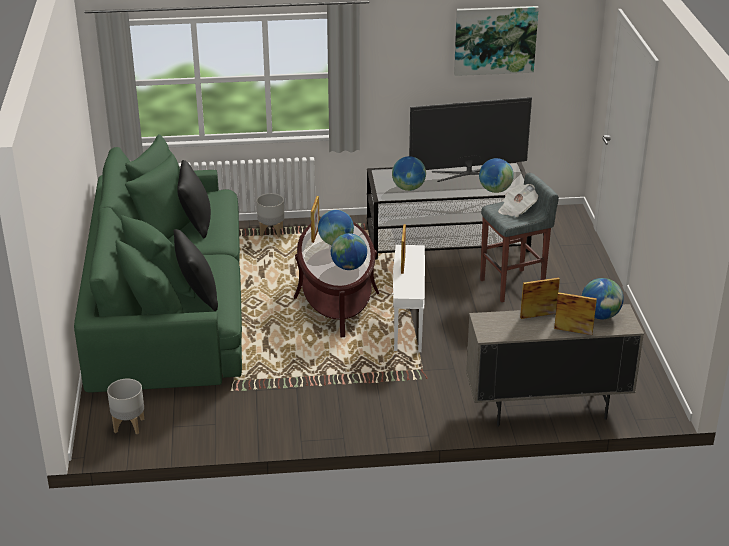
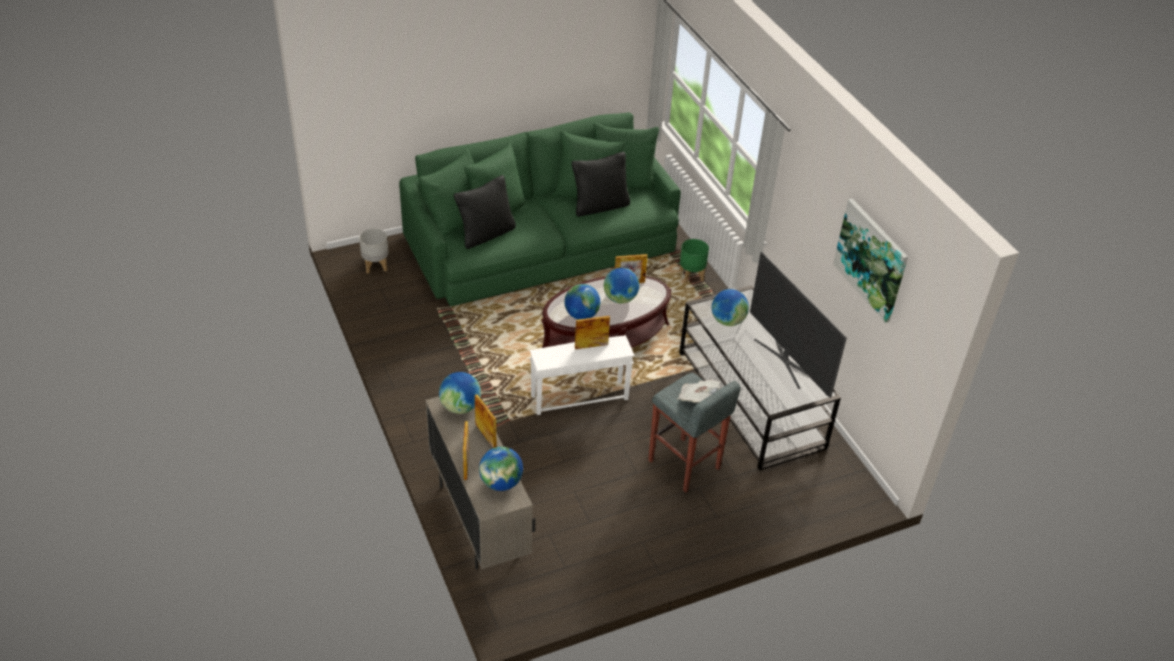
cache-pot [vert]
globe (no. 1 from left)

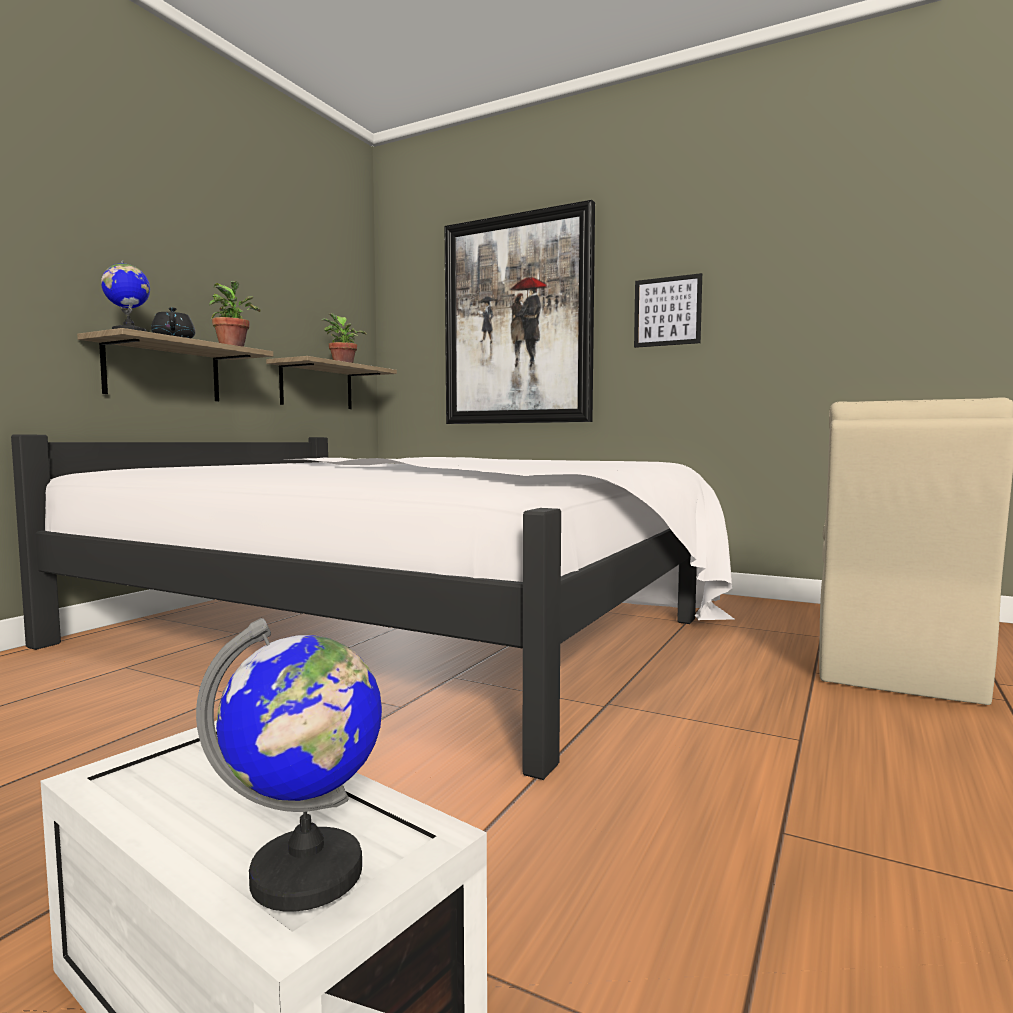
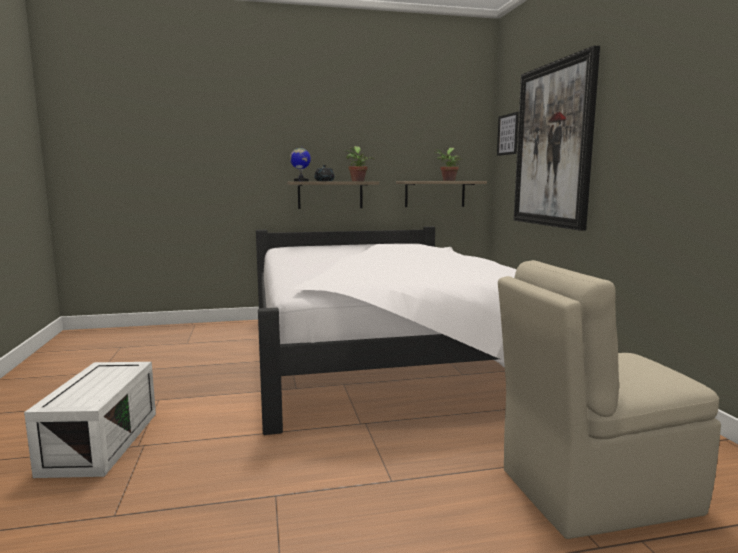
globe (no. 2 from left in the first image)
tableau (no. 1 from left)

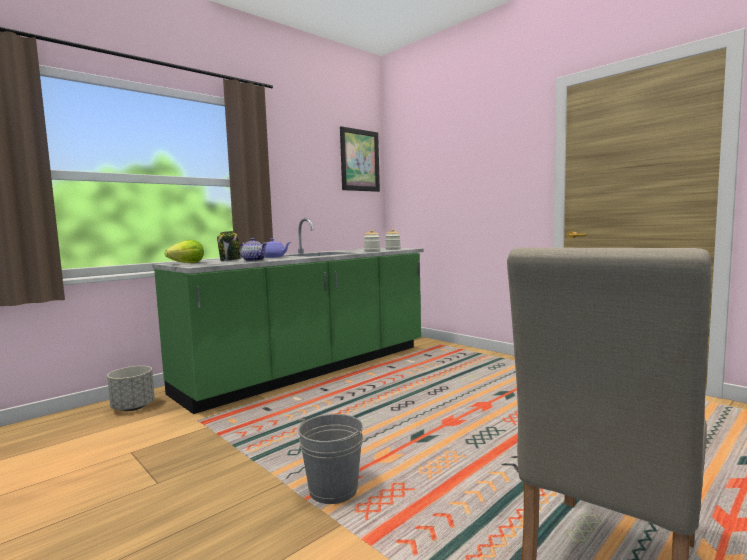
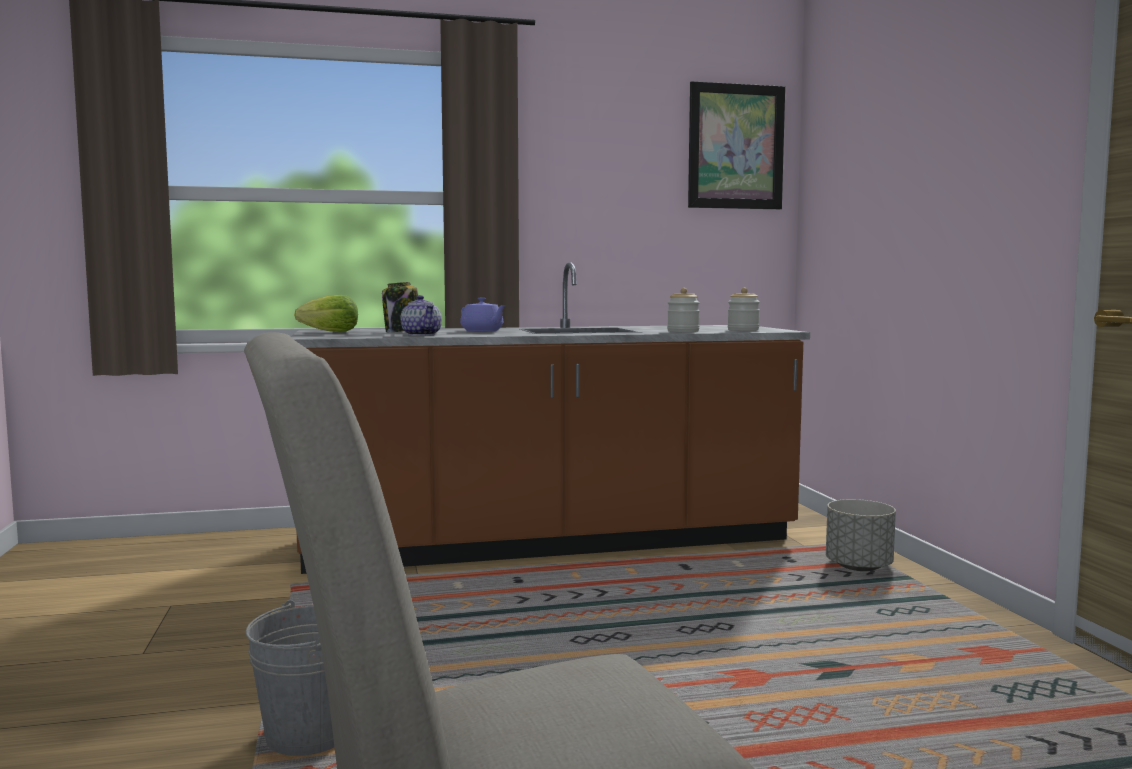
cache-pot [gris]
comptoir de cuisine [marron]

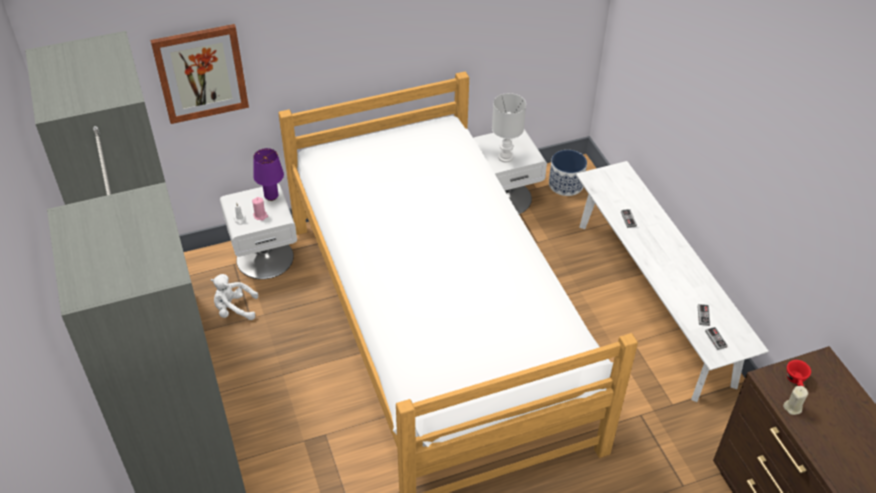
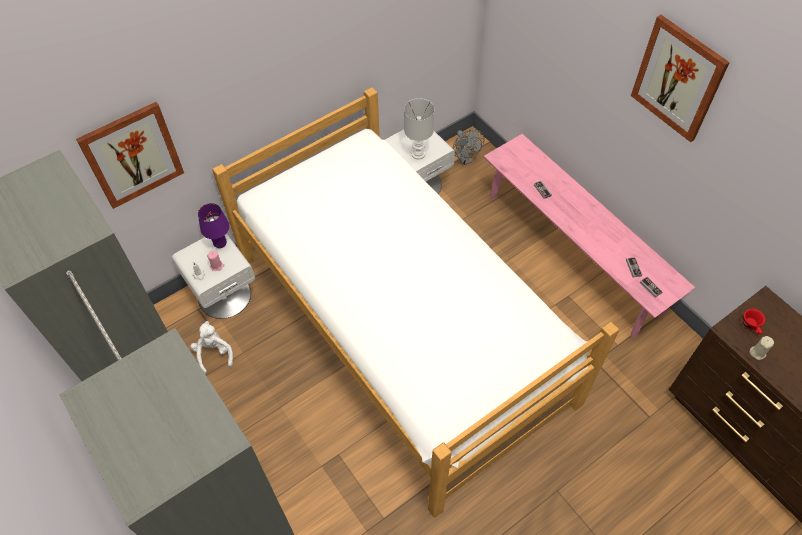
peluche [blanc]
ventilateur [gris]
banc [rose]
tableau (no. 2 from left)

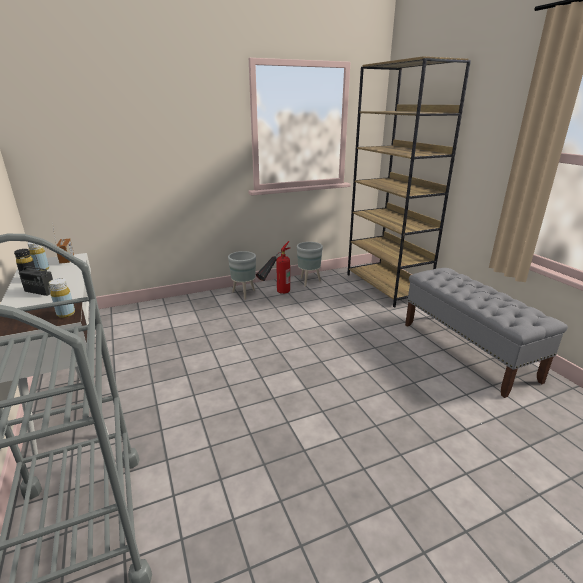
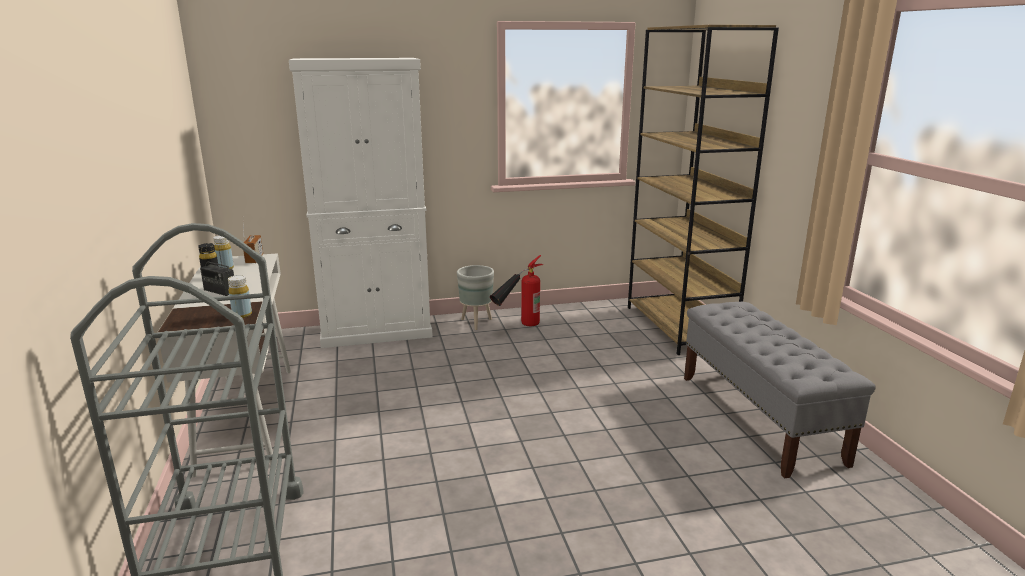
cache-pot [gris] (no. 2 from left in the first image)
meuble de rangement [blanc]

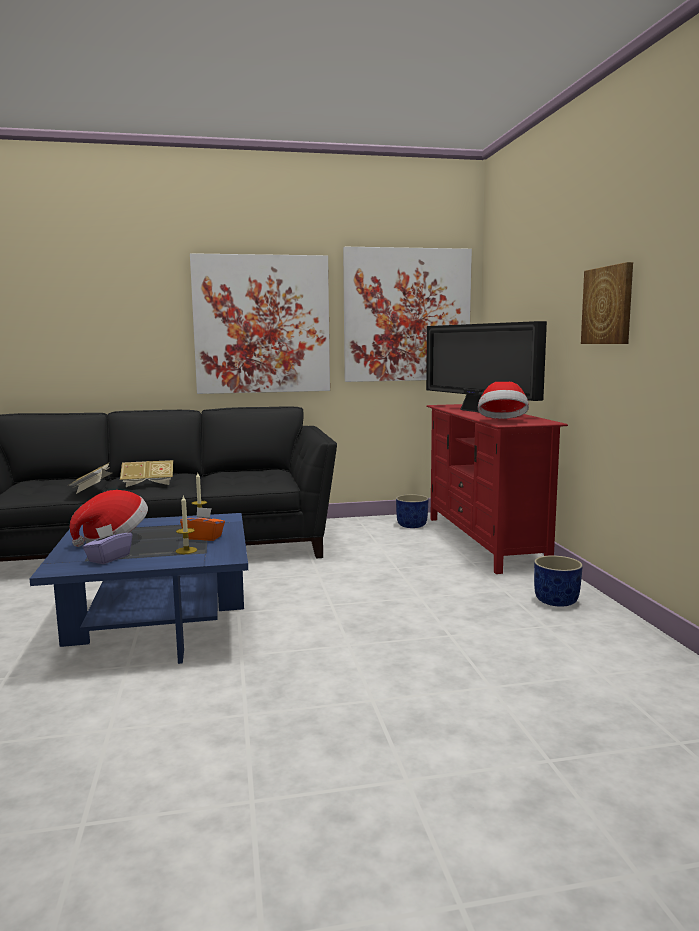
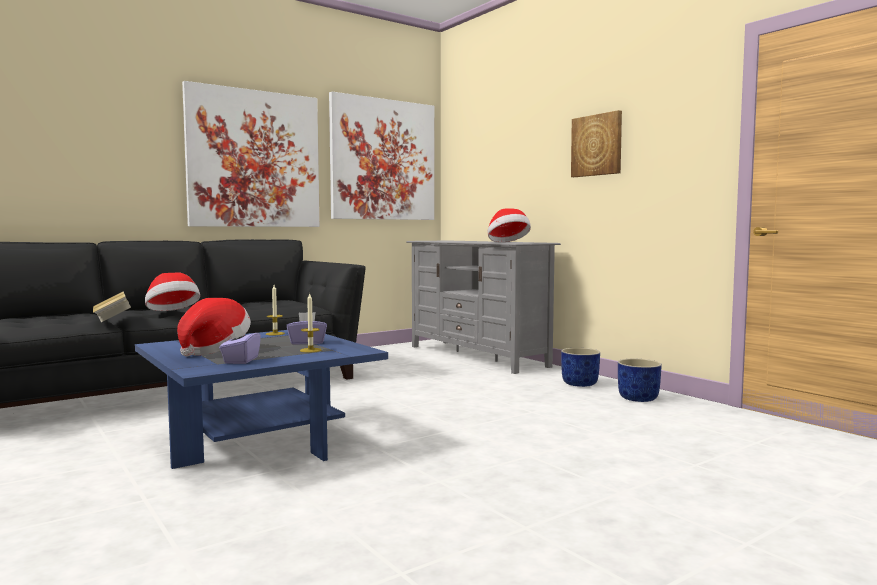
chapeau (no. 1 from left)
boîte à mouchoirs [violet] (no. 2 from left)
cache-pot [bleu] (no. 2 from left)
téléviseur
meuble télé [gris]

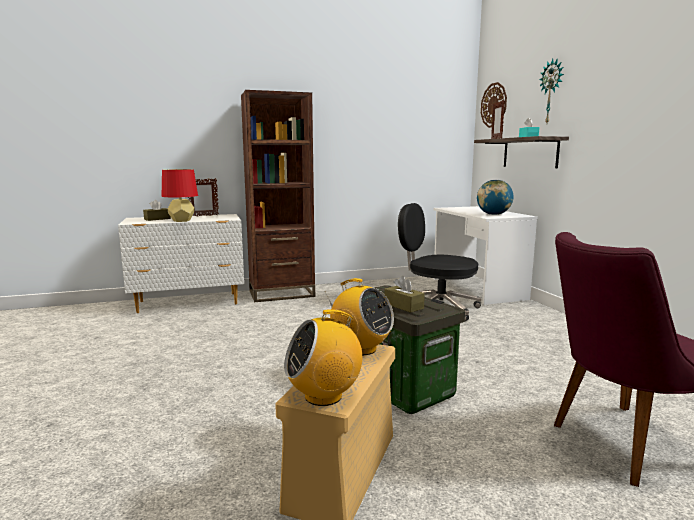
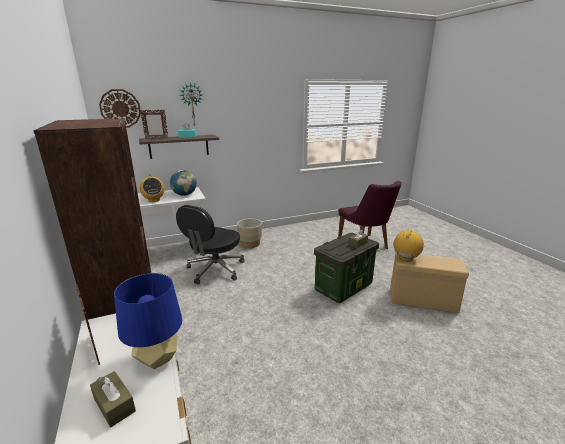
lampe de table [bleu]
radio (no. 1 from left)
cache-pot [beige]

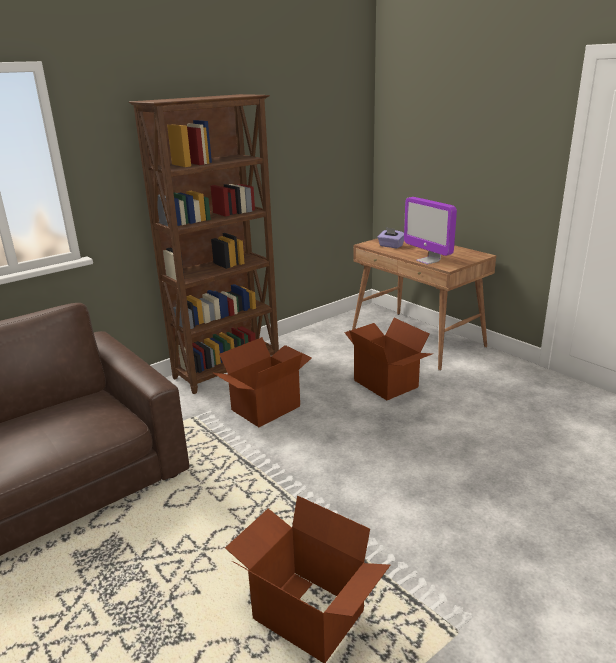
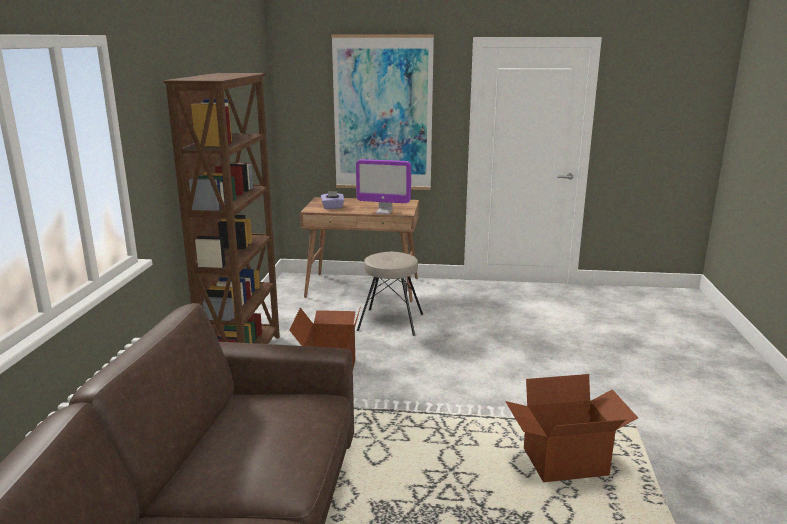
tabouret [beige]
tableau

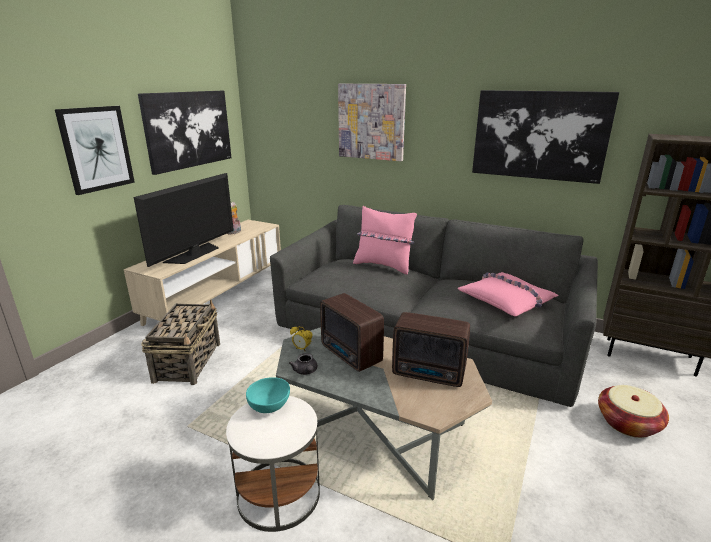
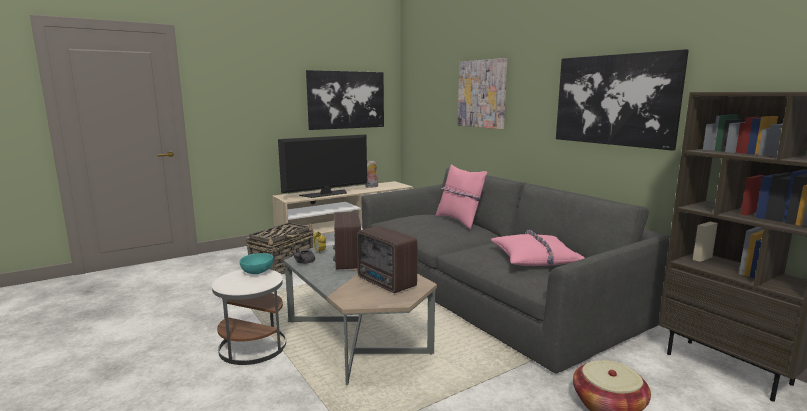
tableau (no. 1 from left in the first image)

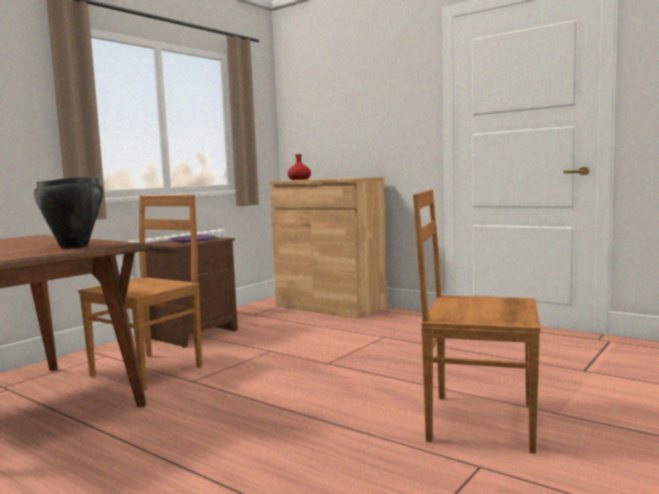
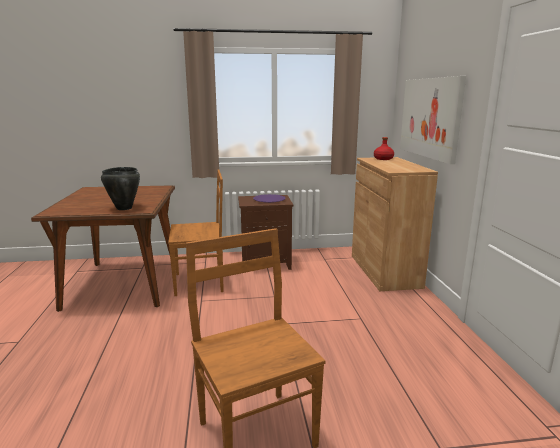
tableau

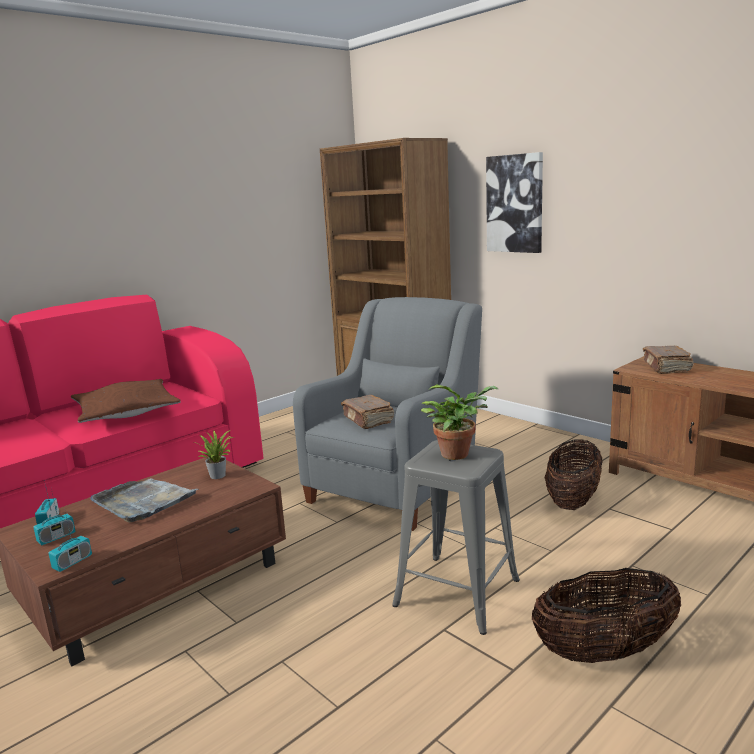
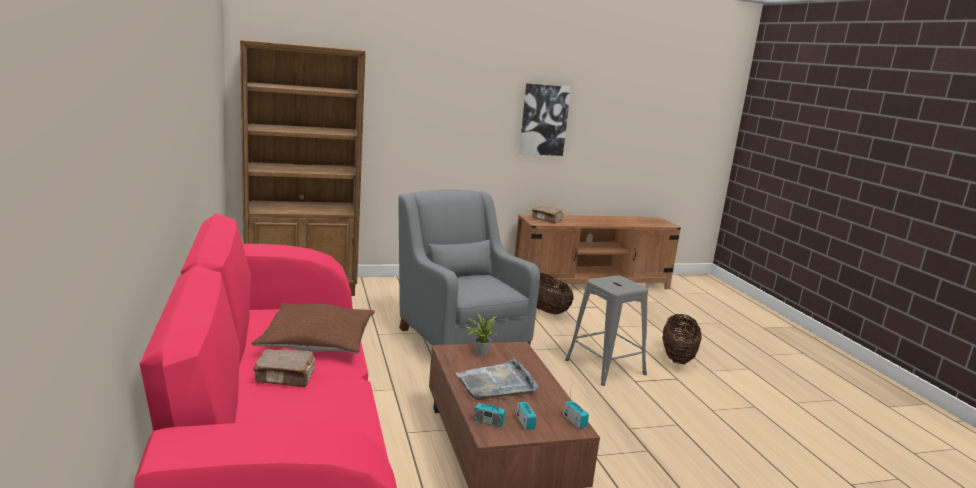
livre [marron] (no. 1 from left)
plante en pot (no. 2 from left in the first image)
tableau

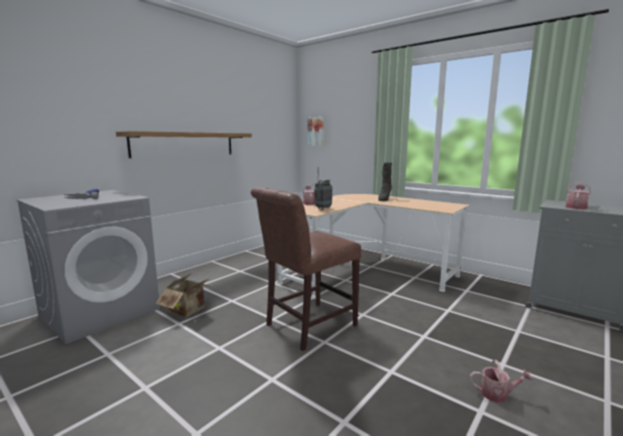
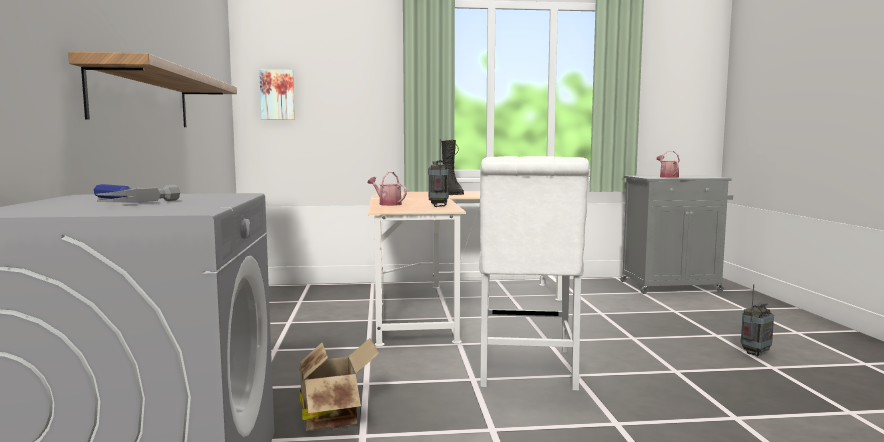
chaise [blanc]
radio (no. 2 from left)

